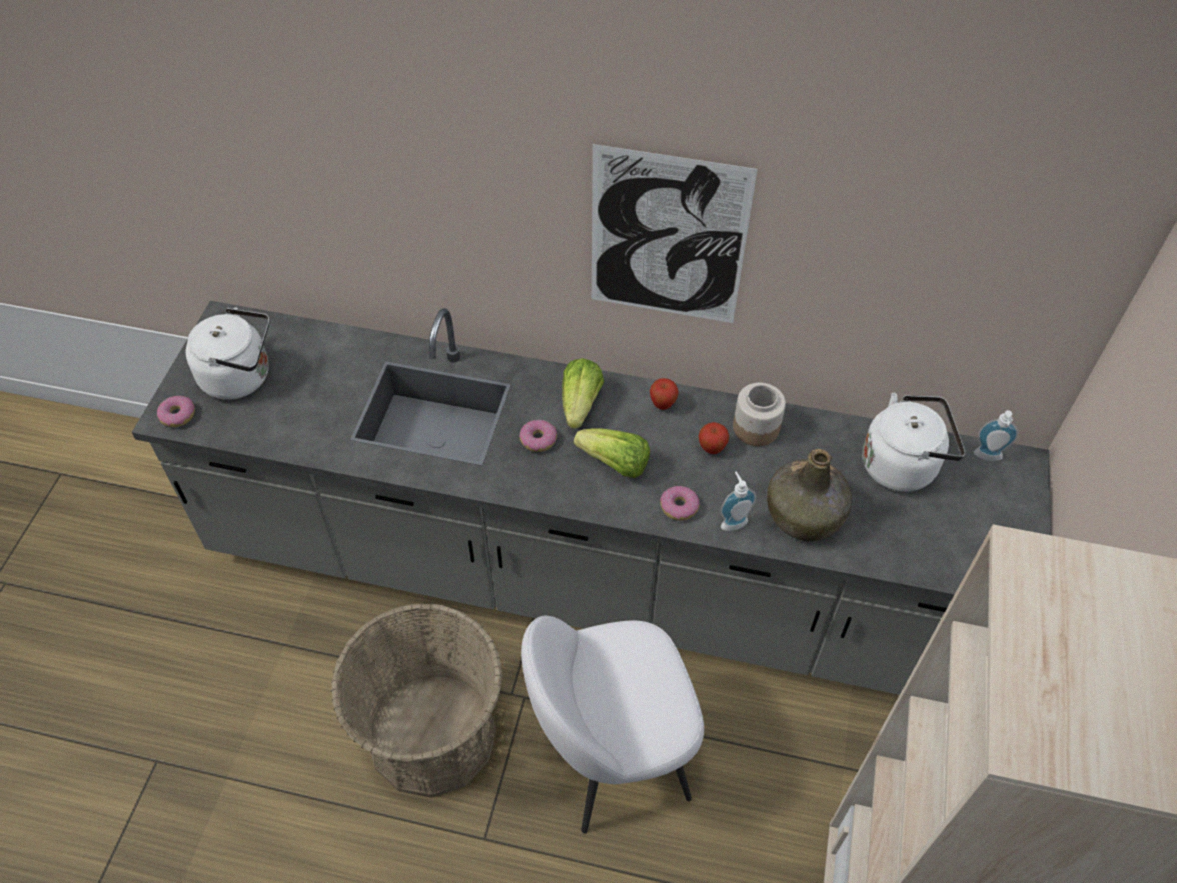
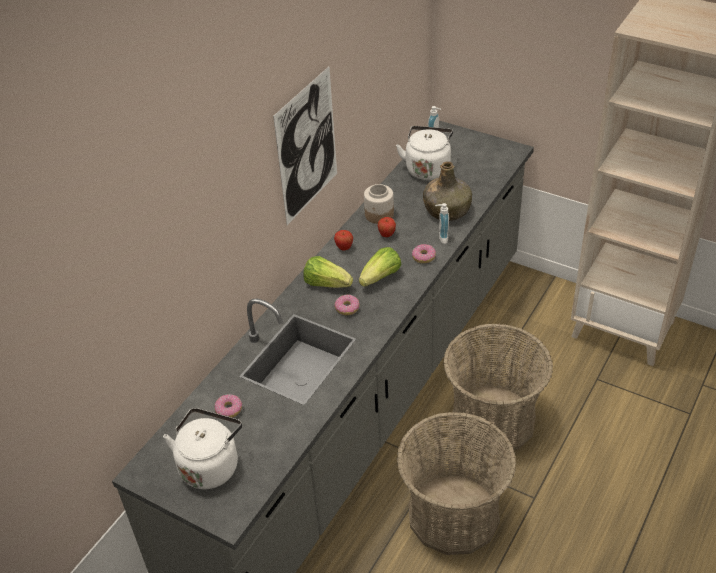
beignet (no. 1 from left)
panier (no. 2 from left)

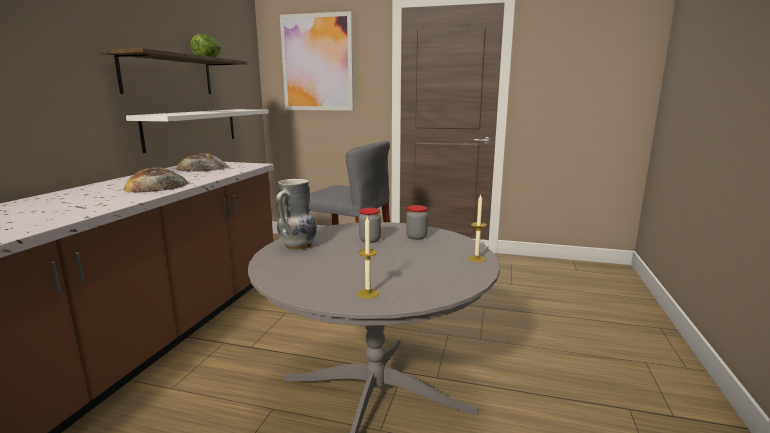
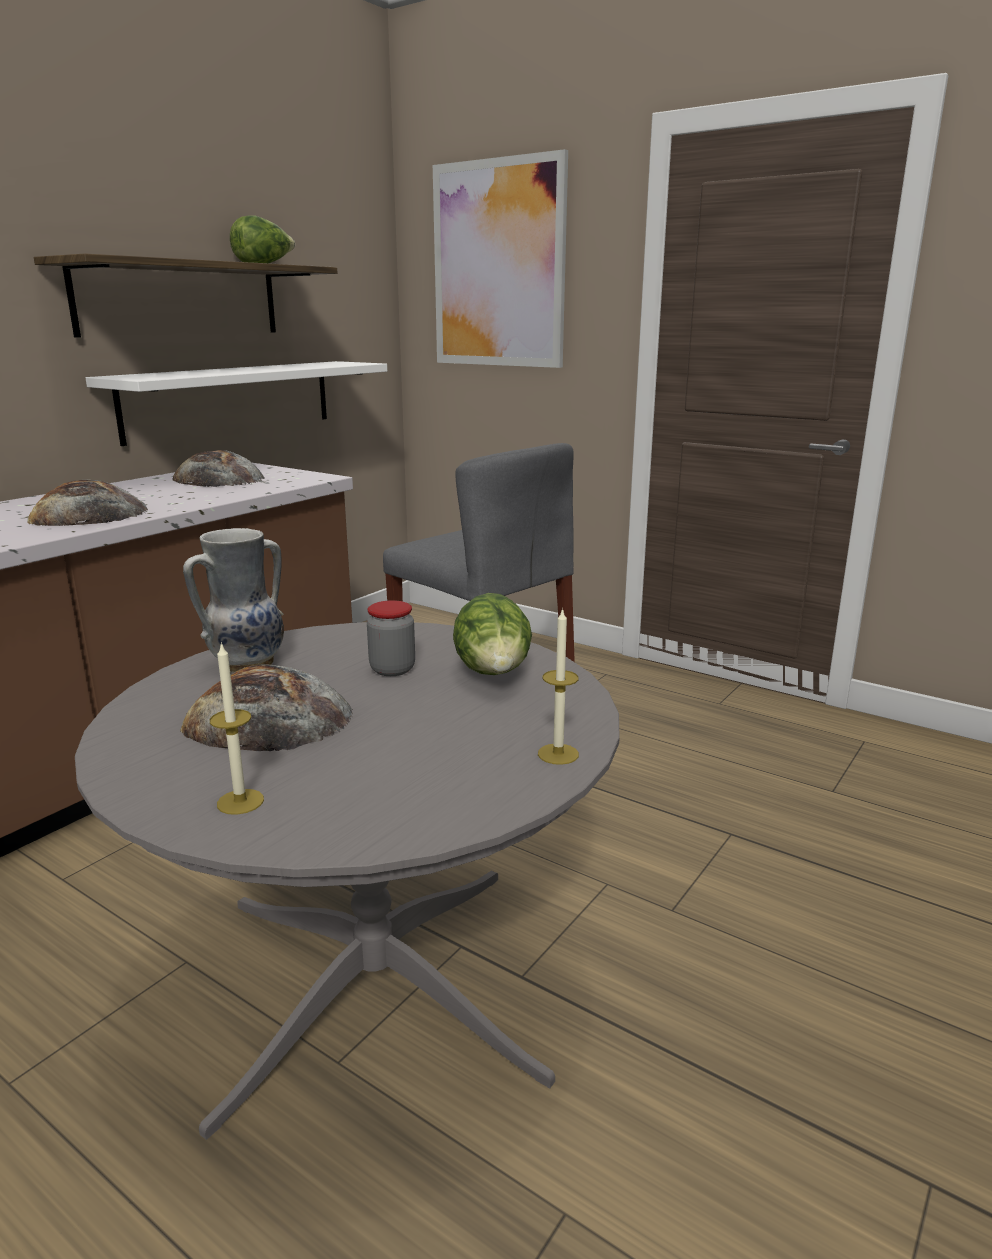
laitue (no. 2 from left)
pain (no. 3 from left)

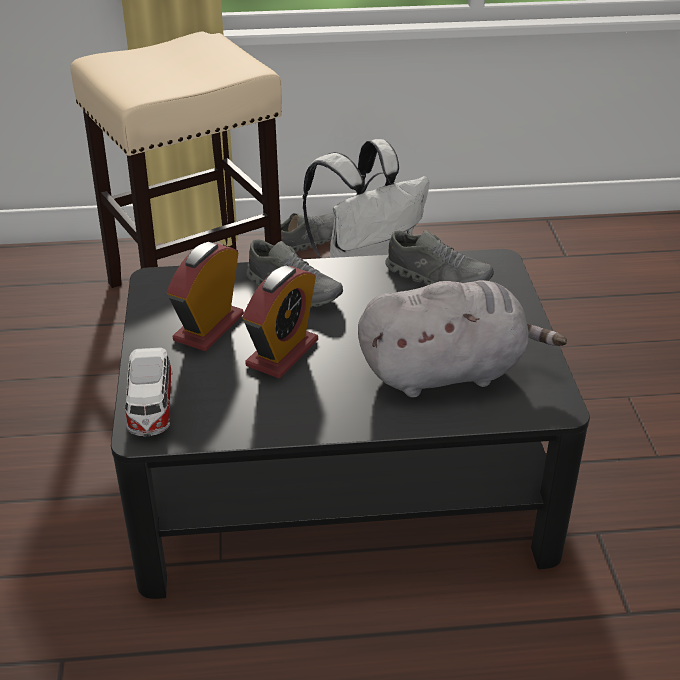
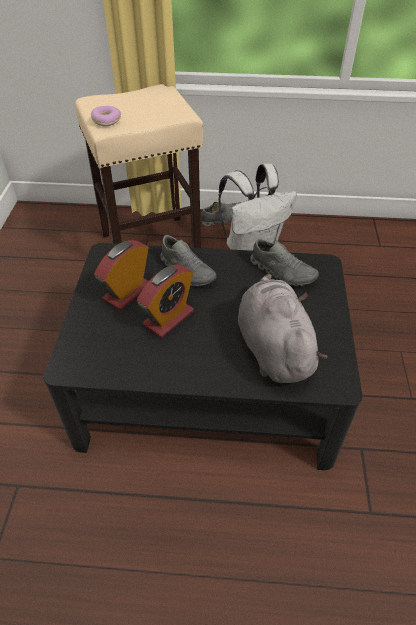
petite voiture
peluche [gris]
beignet

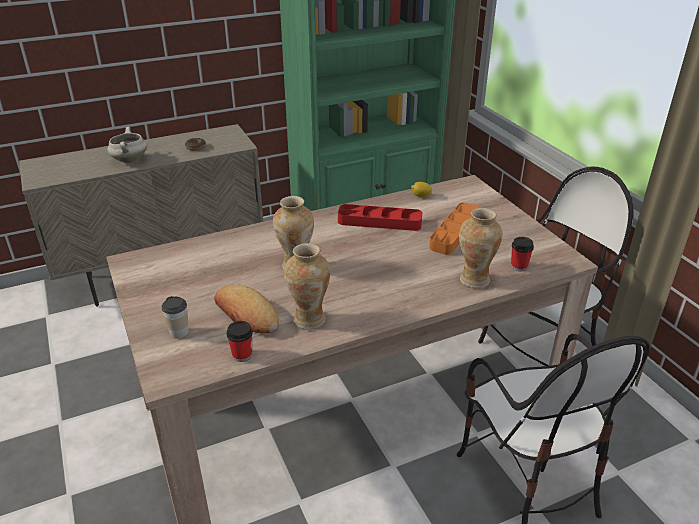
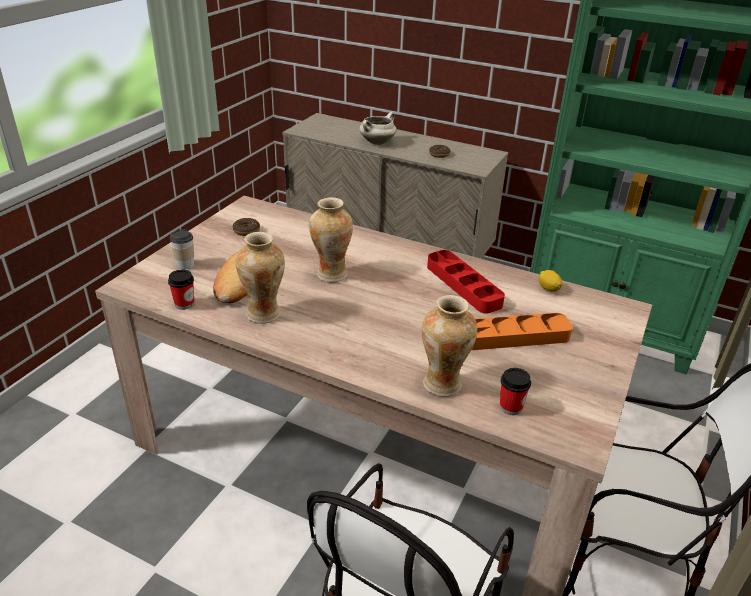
beignet (no. 1 from left)

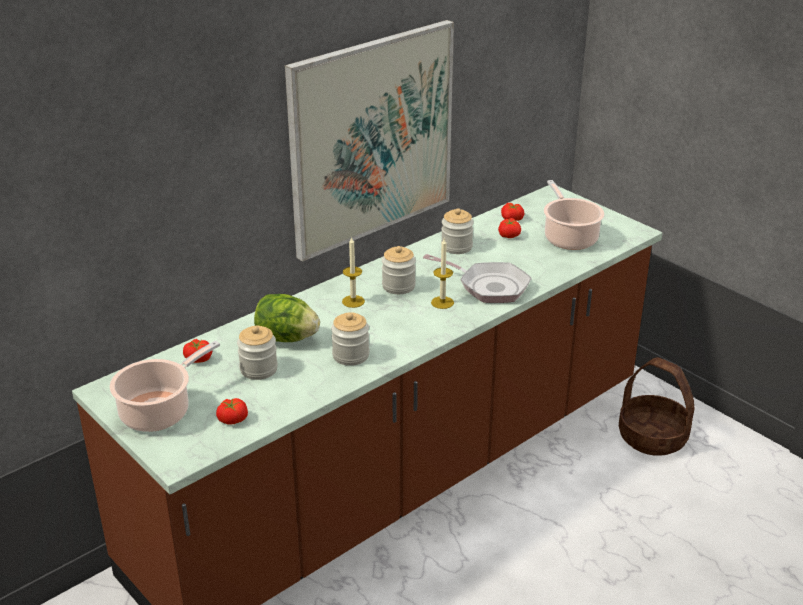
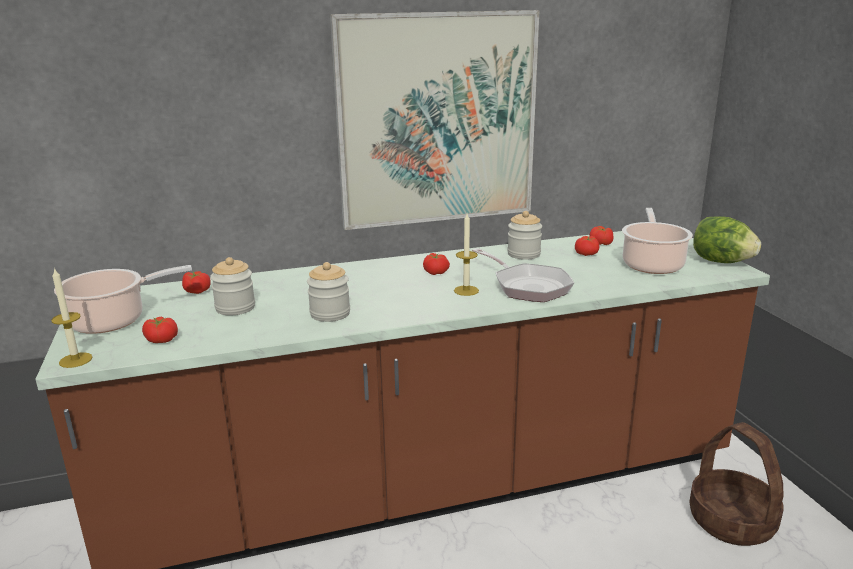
laitue
bougie (no. 1 from left)
tomate (no. 3 from left)

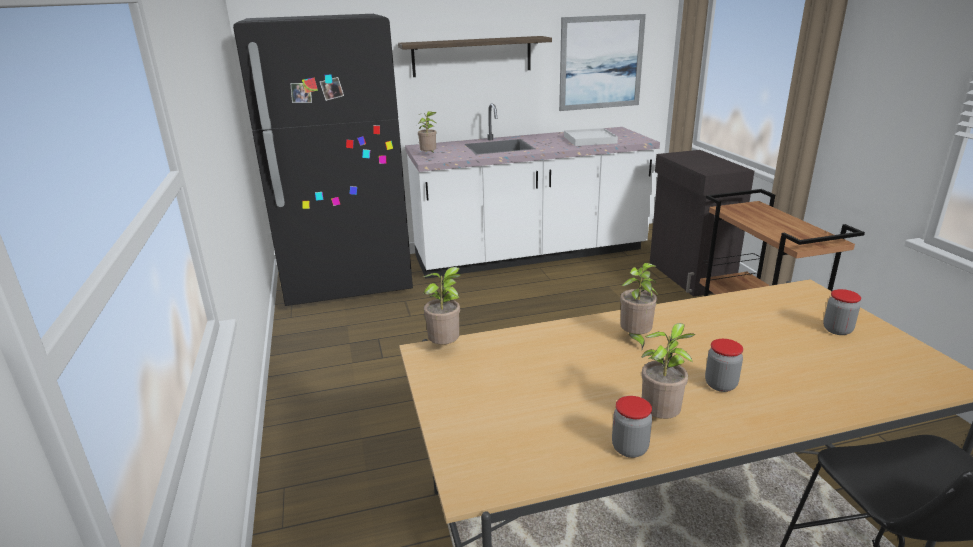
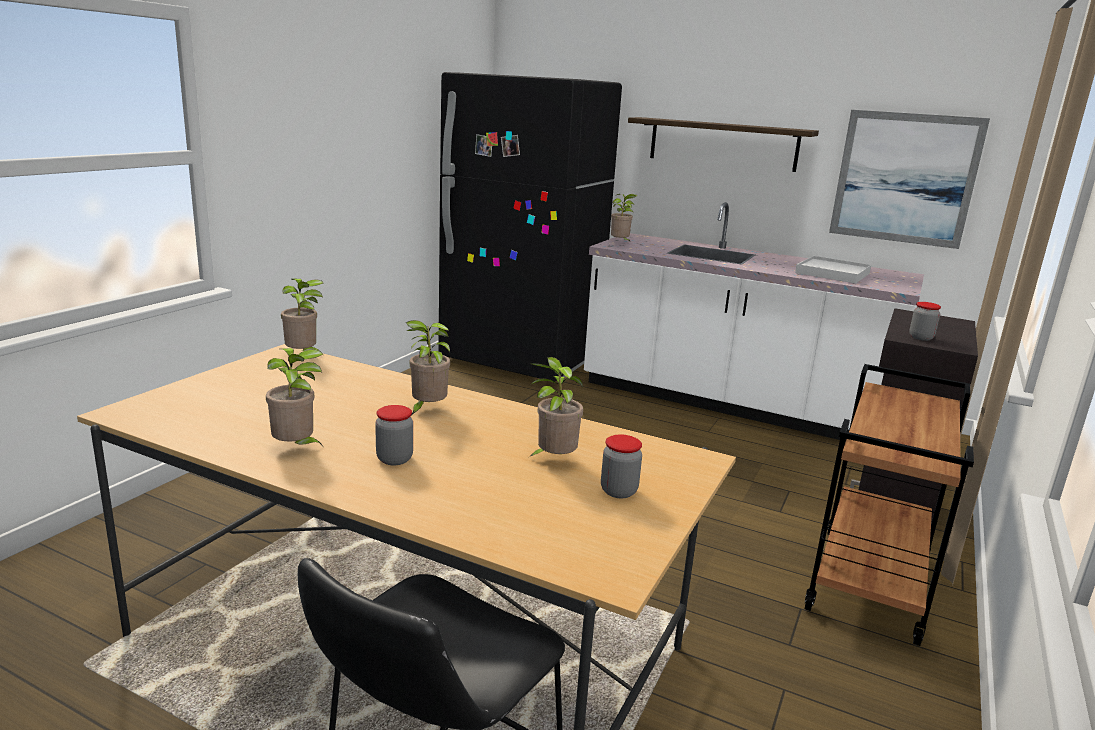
bocal (no. 3 from left)
plante en pot (no. 4 from left)

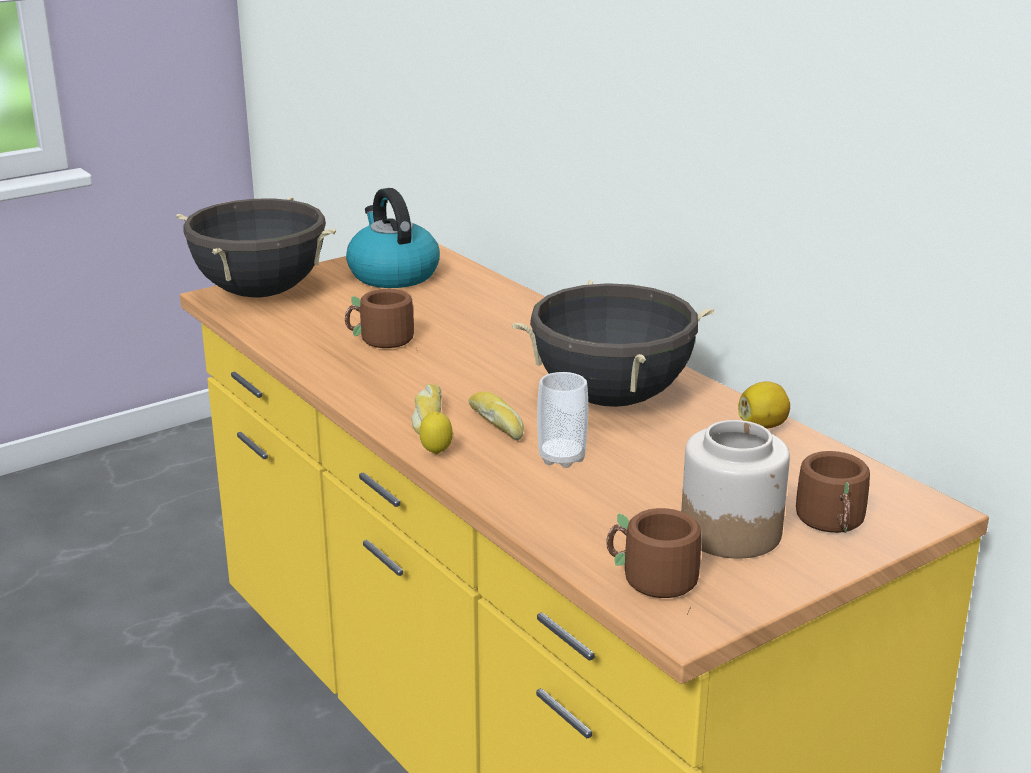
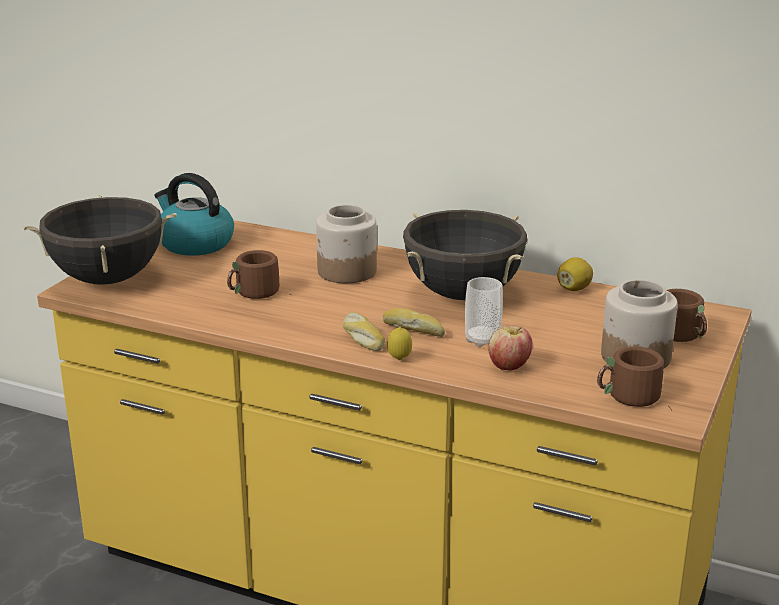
bocal (no. 1 from left)
pomme

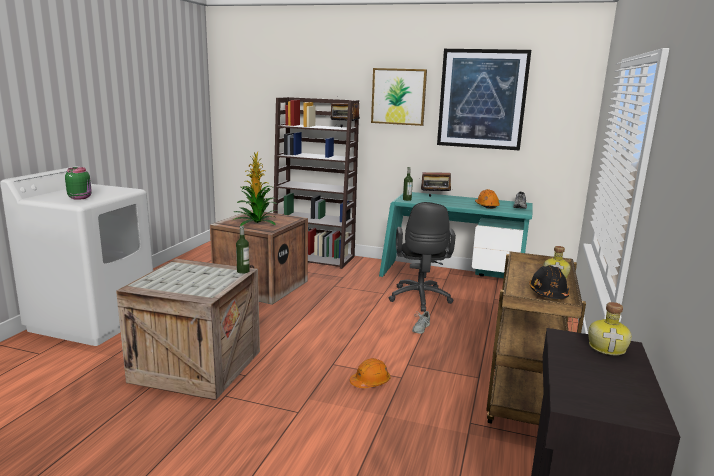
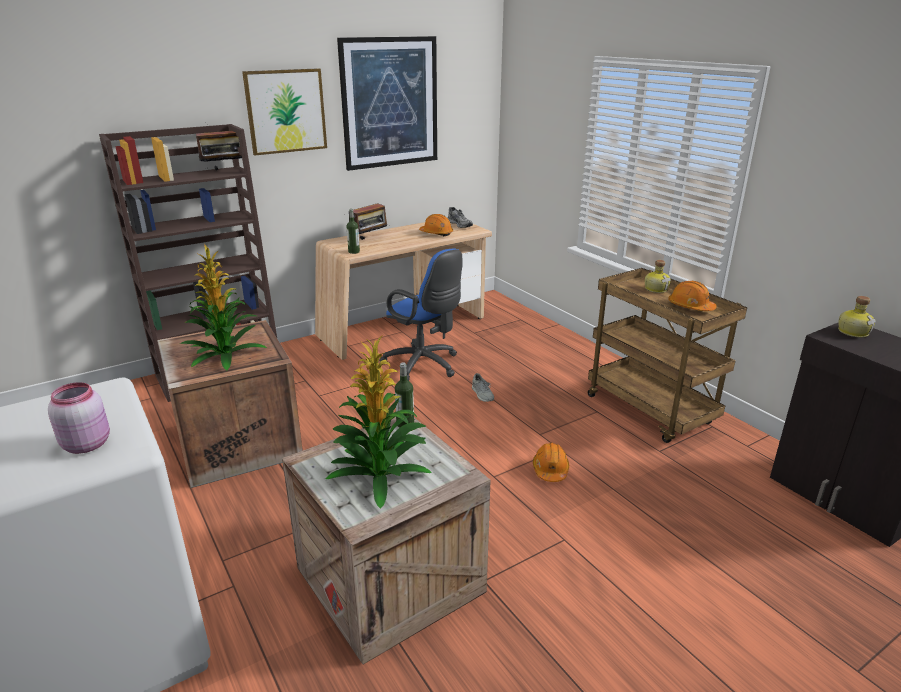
bocal [rose]
bureau [beige]
chaise de bureau [bleu]
casque de chantier [orange] (no. 3 from left)
plante en pot (no. 2 from left)

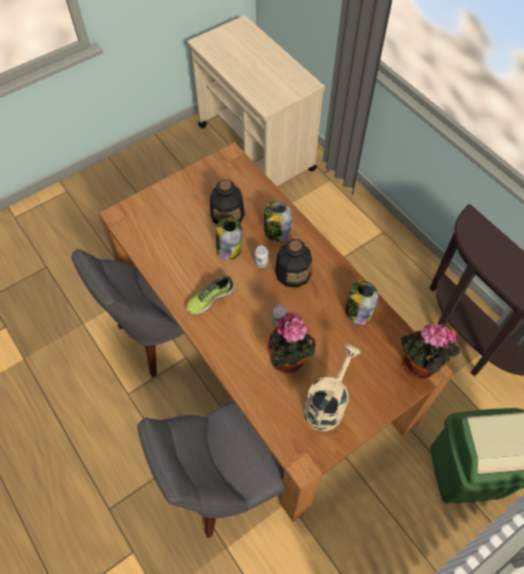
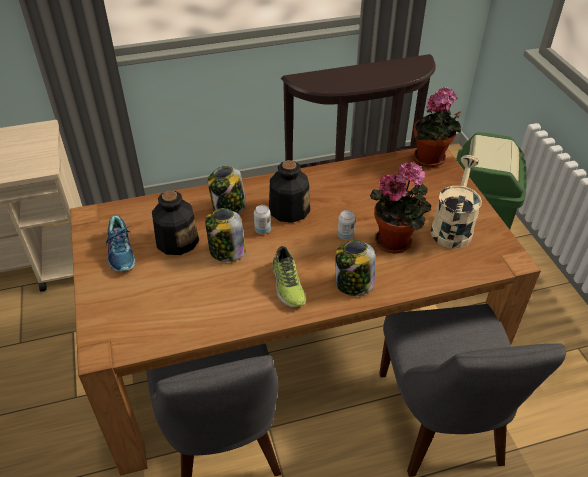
arrosoir [beige]
bocal (no. 3 from left)
chaussure (no. 1 from left)

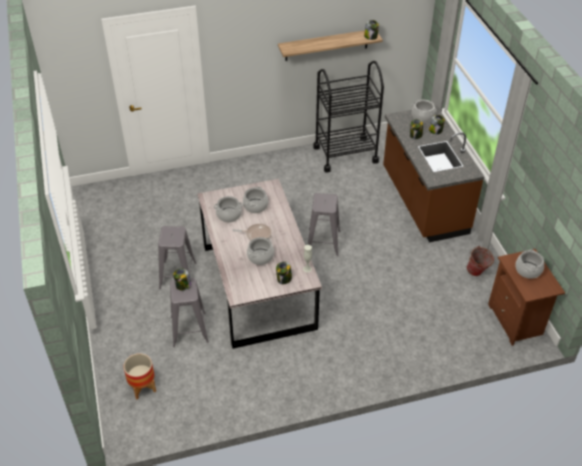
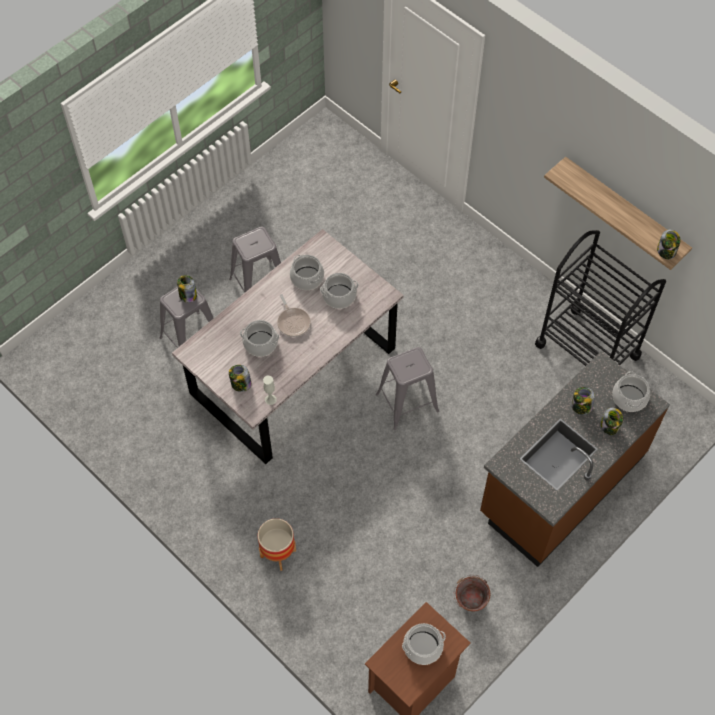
cache-pot

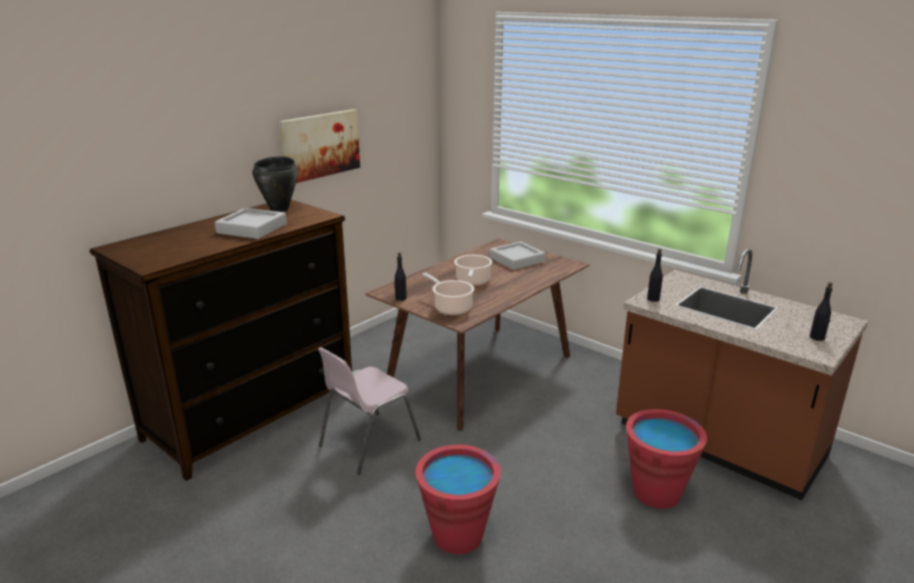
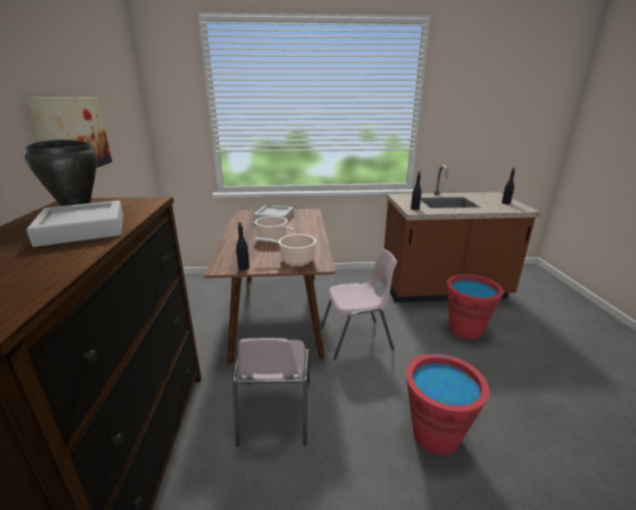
chaise [rose] (no. 2 from left)

